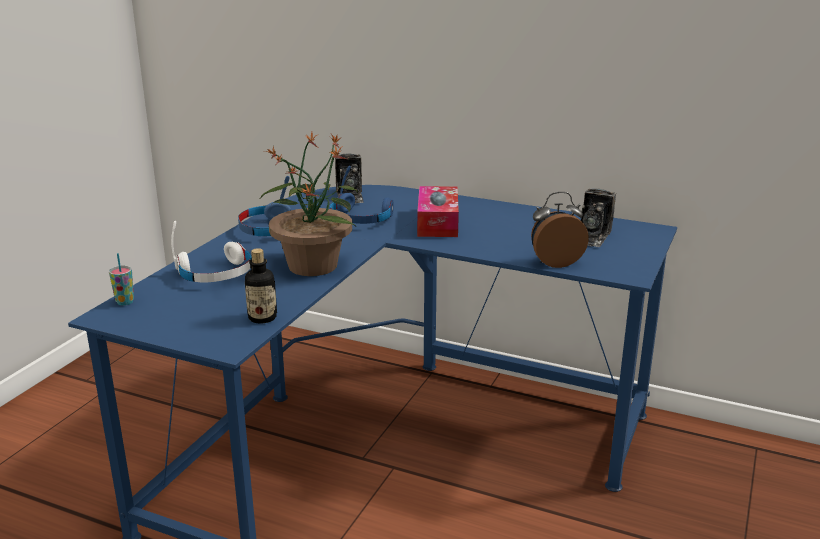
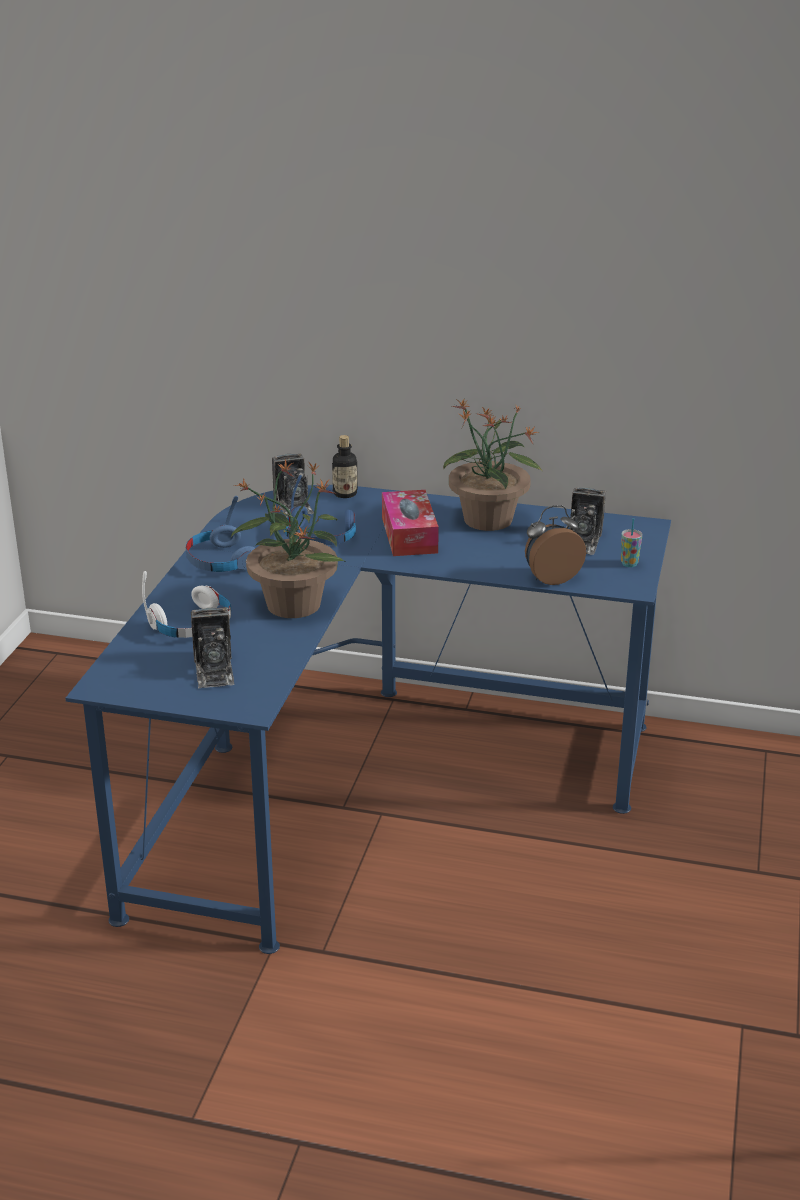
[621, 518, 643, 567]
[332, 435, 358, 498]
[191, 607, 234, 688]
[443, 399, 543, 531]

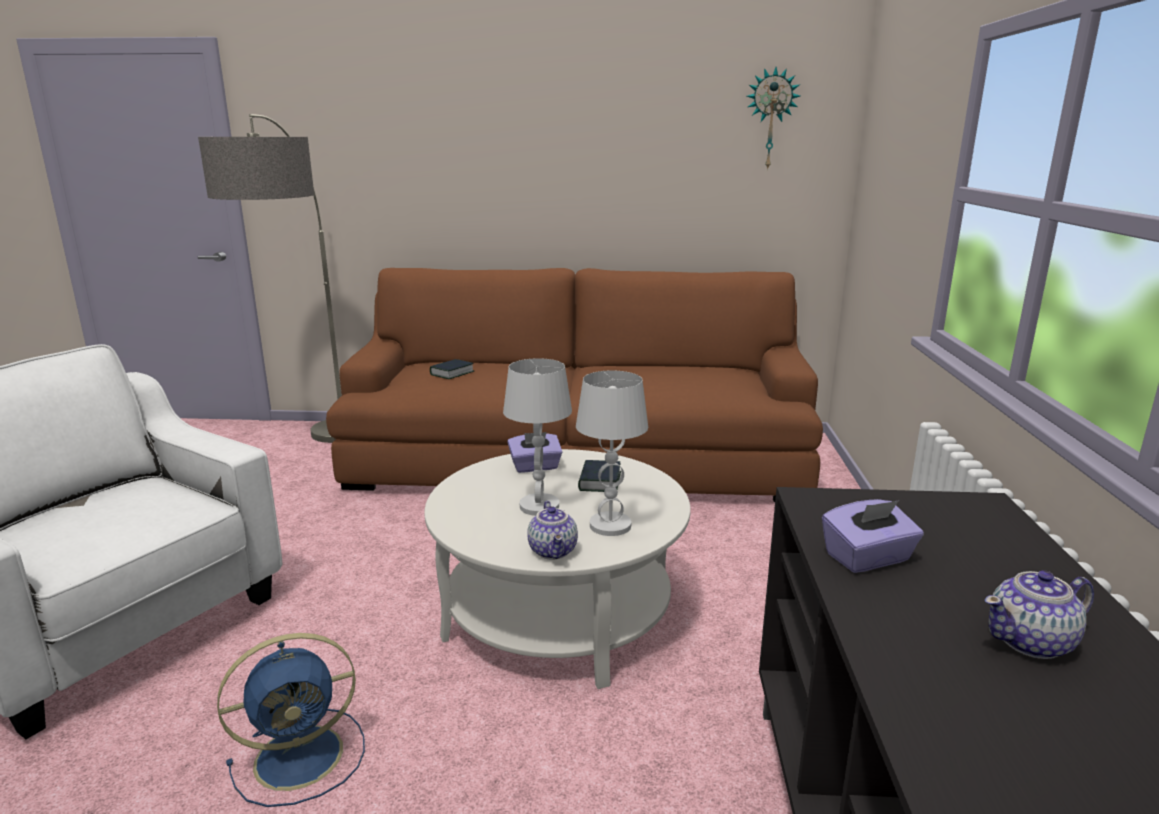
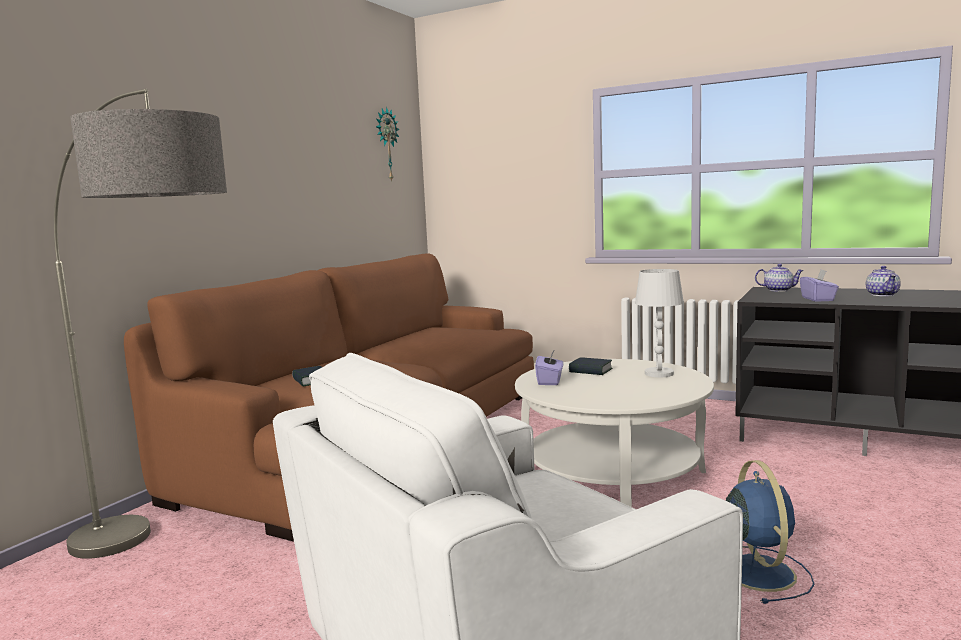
[503, 358, 572, 516] (first image)
[755, 264, 804, 292]

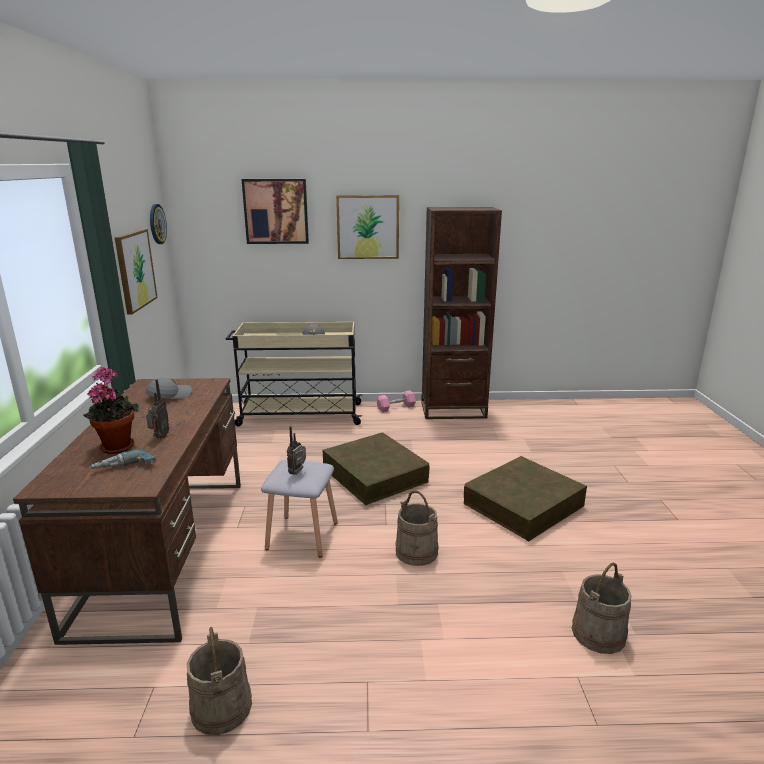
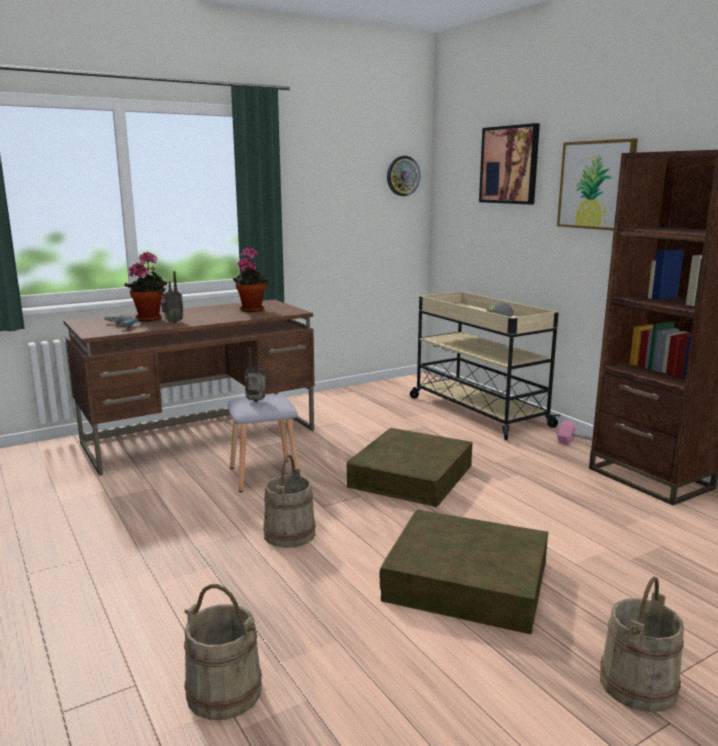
[115, 229, 158, 315] (first image)
[233, 247, 270, 312]
[600, 577, 684, 712]

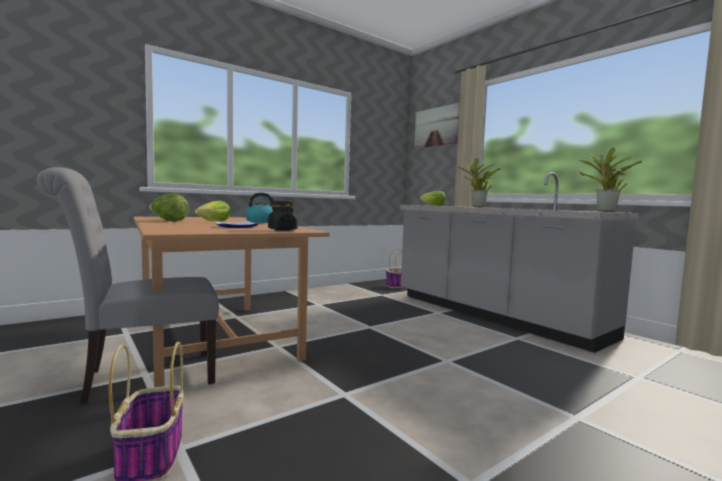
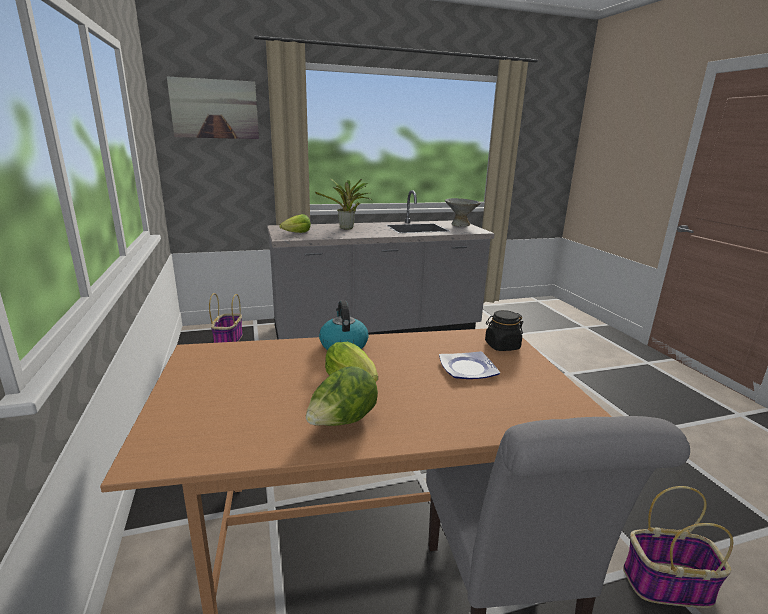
[445, 198, 481, 227]

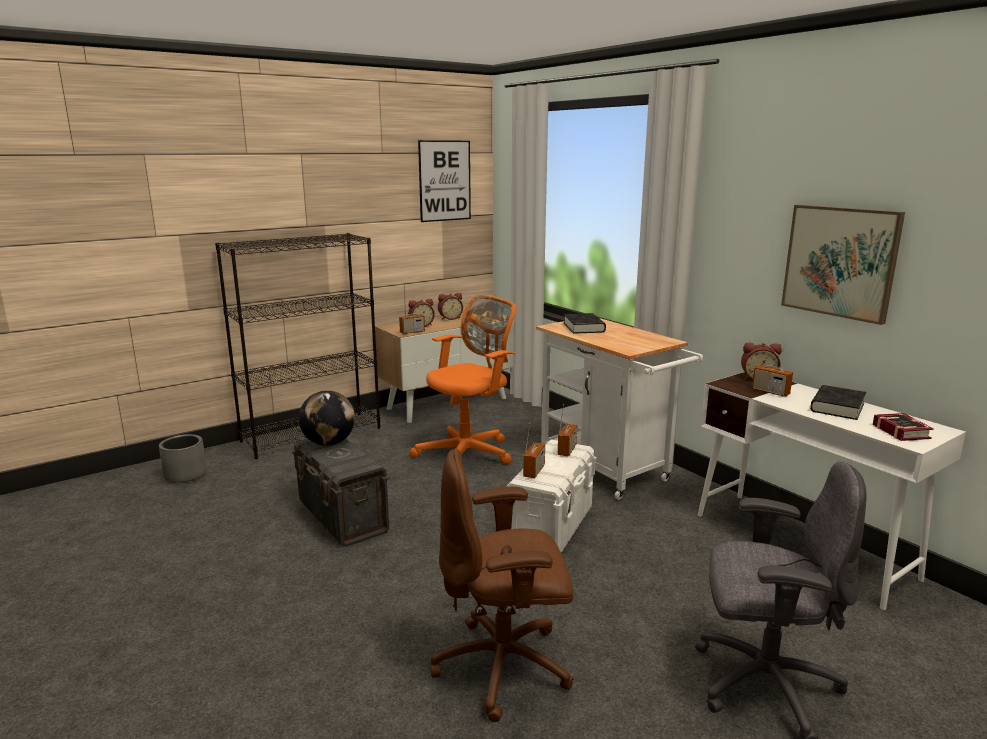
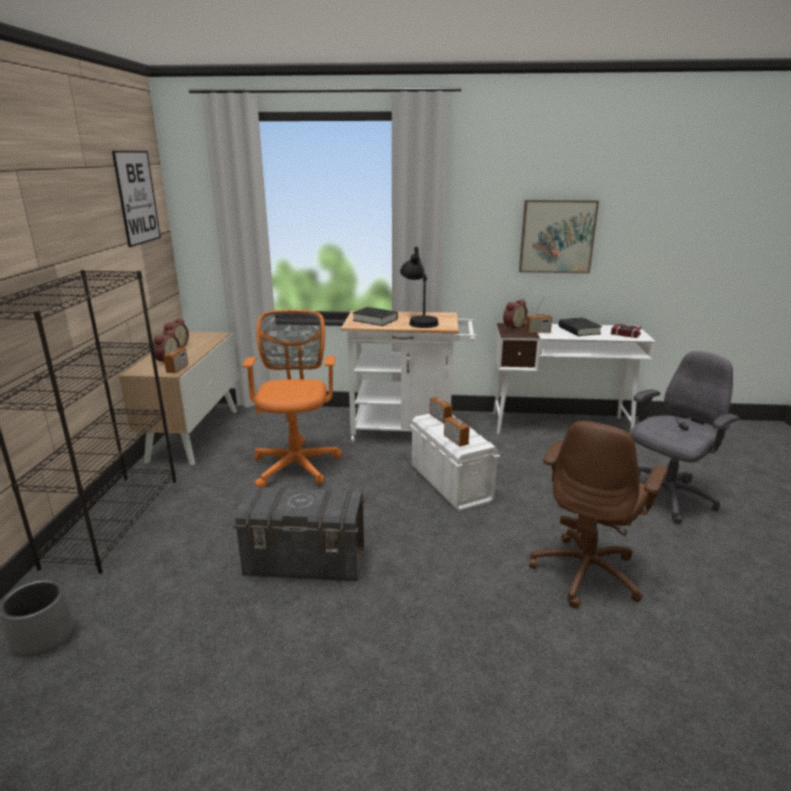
[299, 390, 355, 446] (first image)
[400, 247, 438, 328]

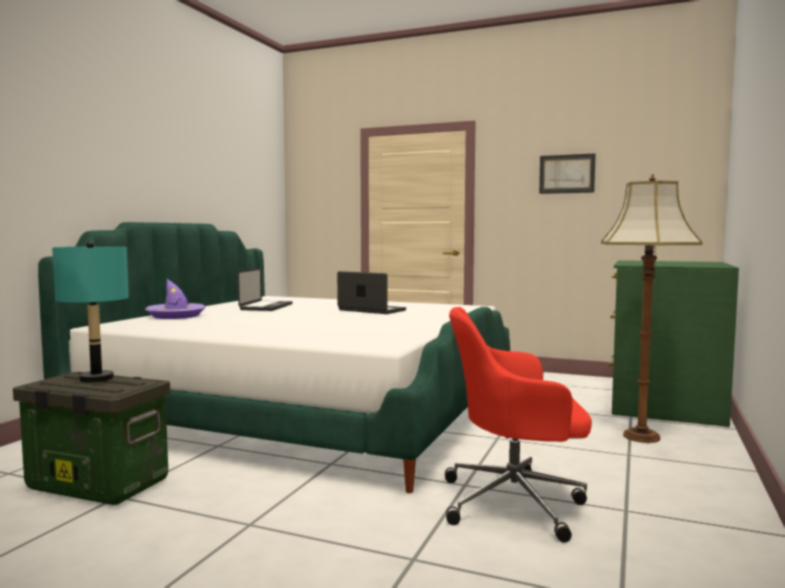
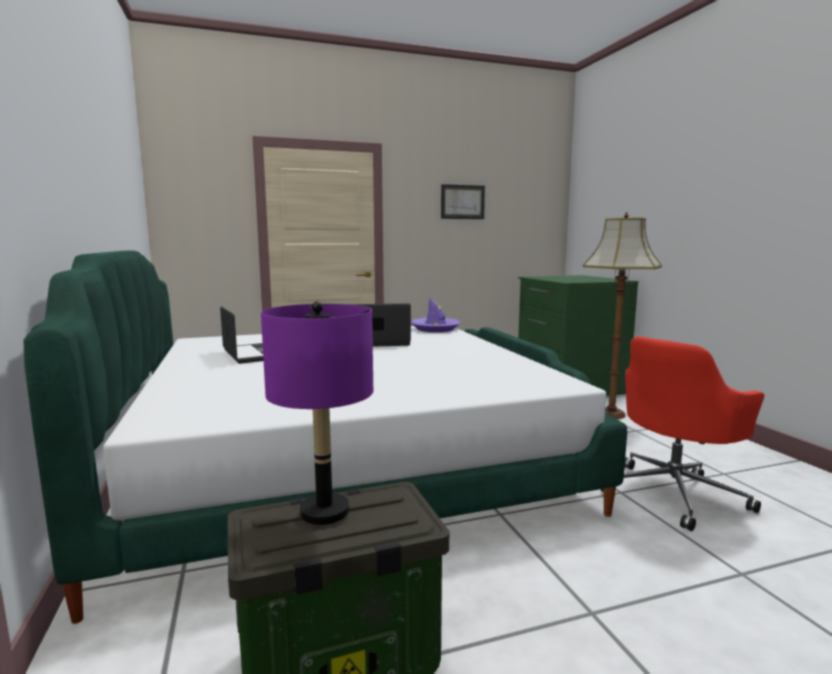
[261, 301, 373, 525]
[411, 298, 460, 332]

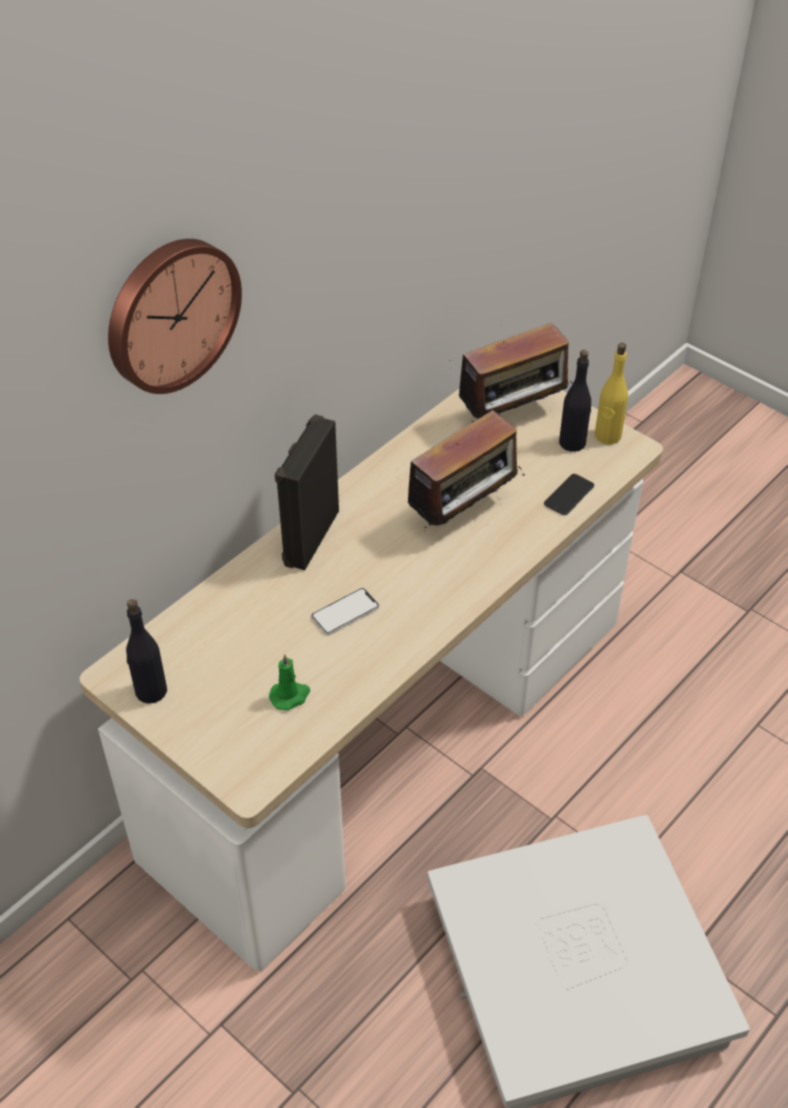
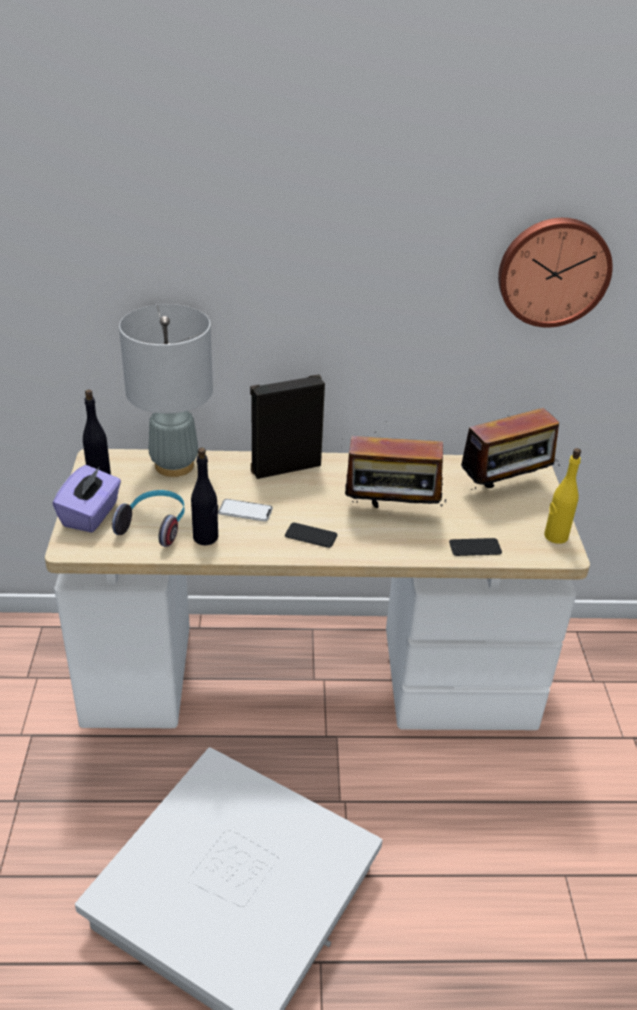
[498, 218, 613, 328]
[112, 490, 185, 547]
[456, 408, 560, 490]
[191, 447, 218, 545]
[53, 465, 121, 533]
[119, 304, 213, 477]
[285, 523, 337, 548]

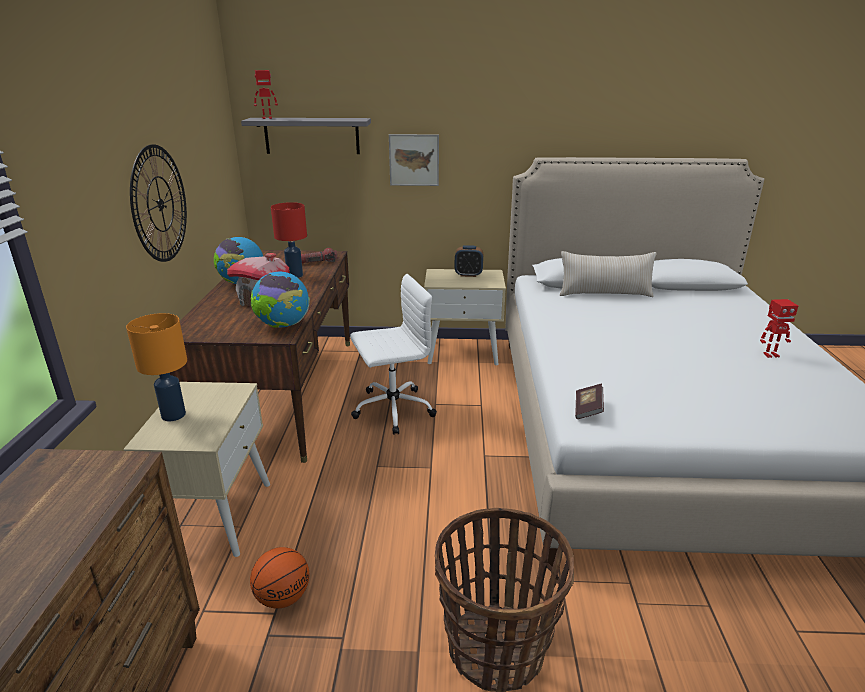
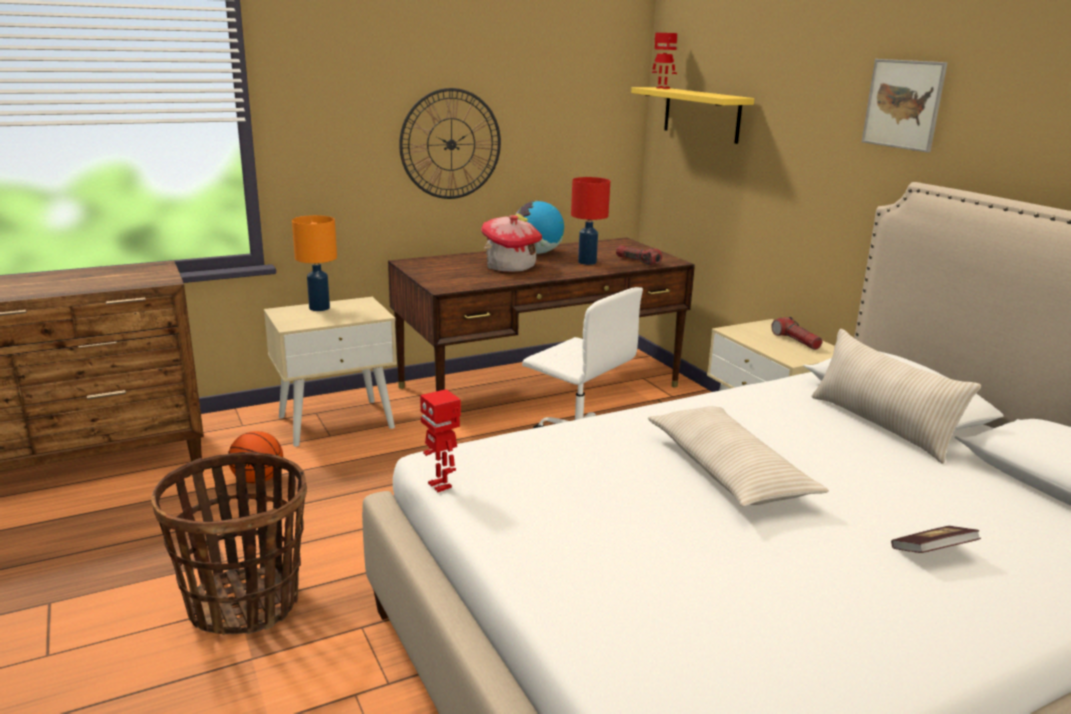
[631, 87, 754, 144]
[251, 271, 310, 328] (first image)
[862, 59, 948, 153]
[771, 317, 822, 350]
[891, 526, 981, 553]
[420, 389, 461, 492]
[648, 406, 829, 507]

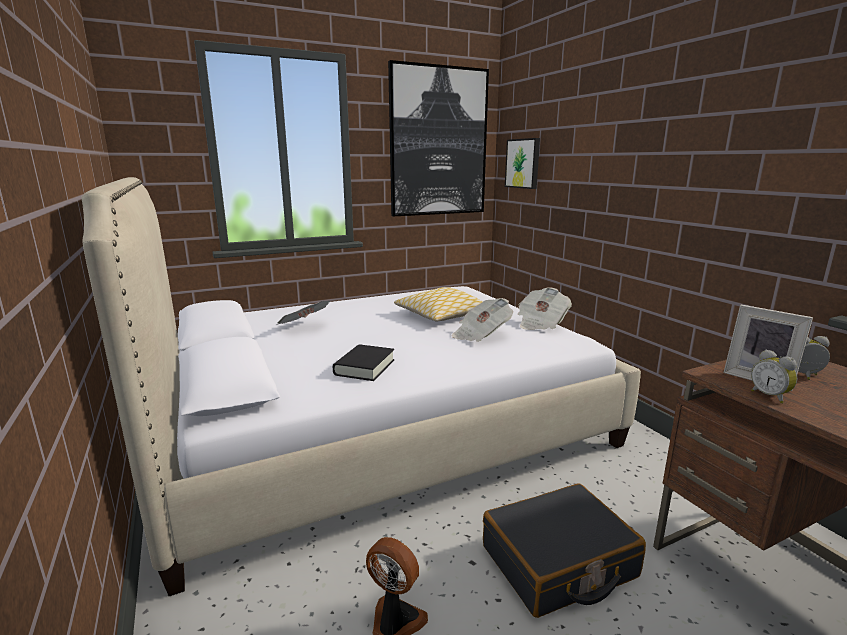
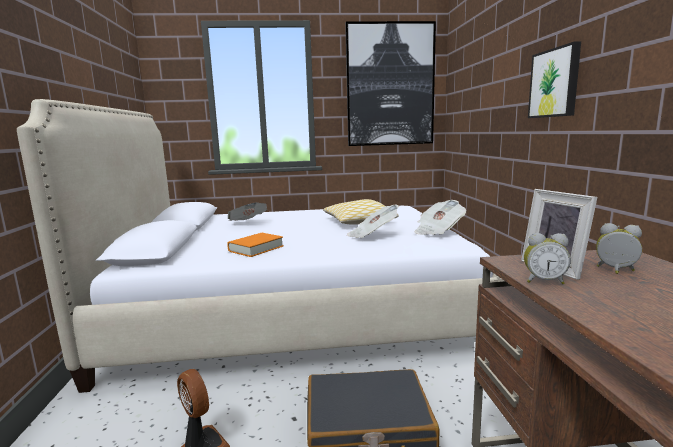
[227, 233, 284, 257]
[528, 41, 581, 118]
[524, 233, 571, 284]

